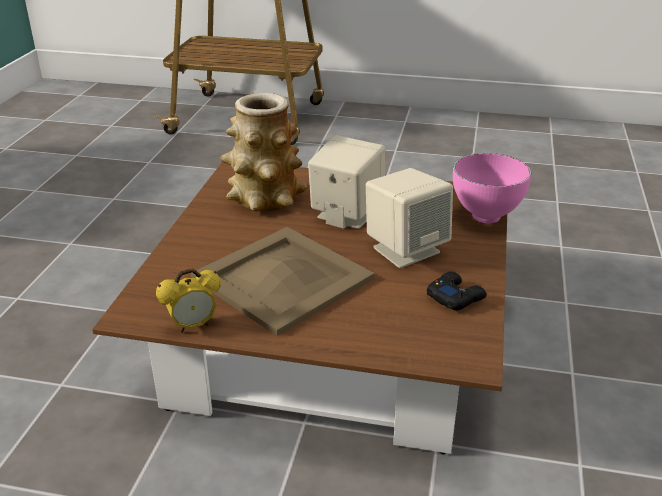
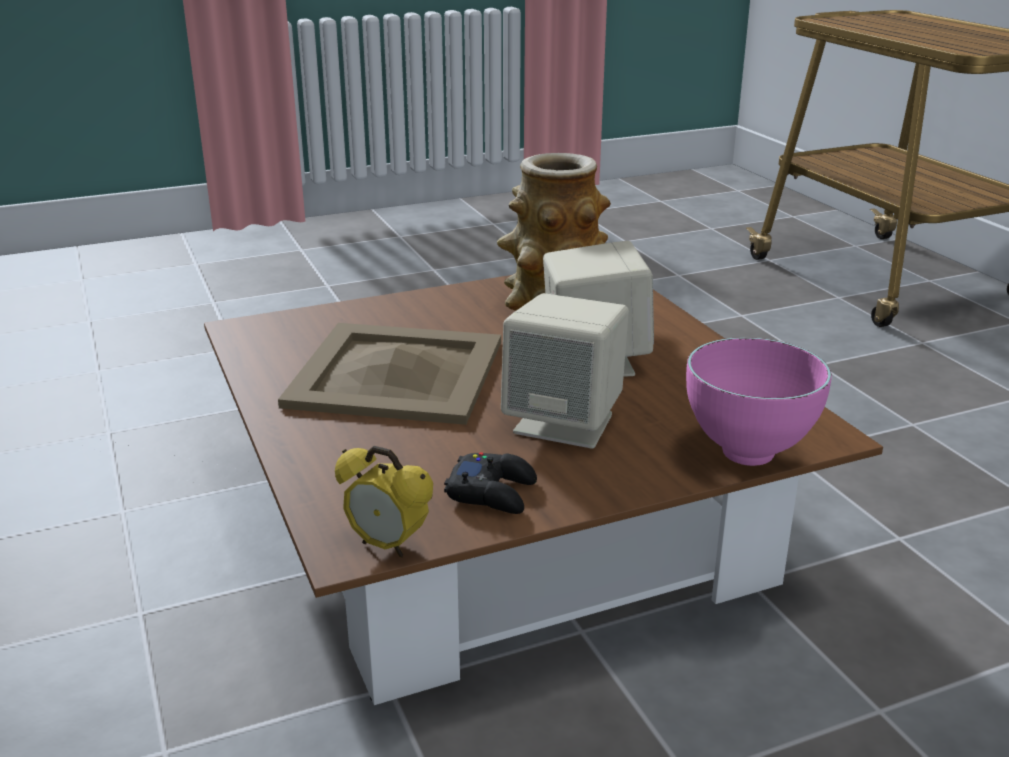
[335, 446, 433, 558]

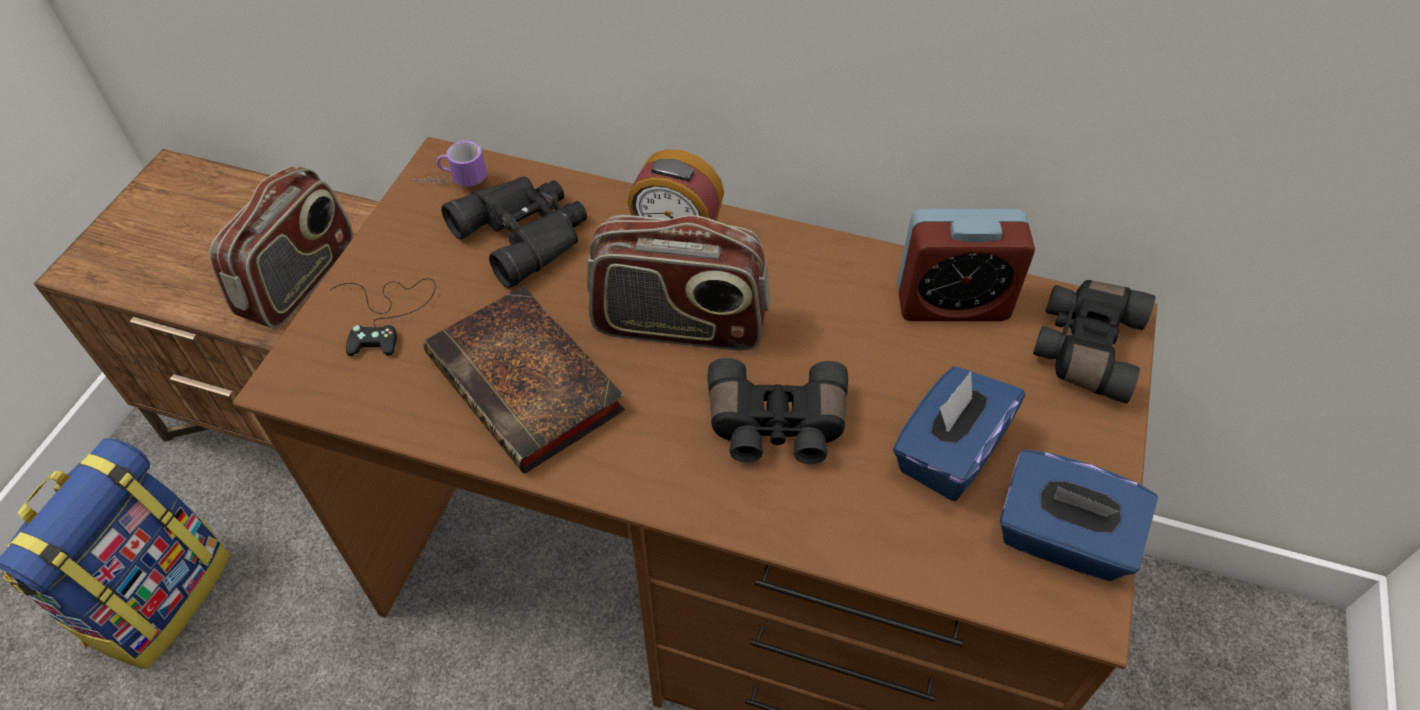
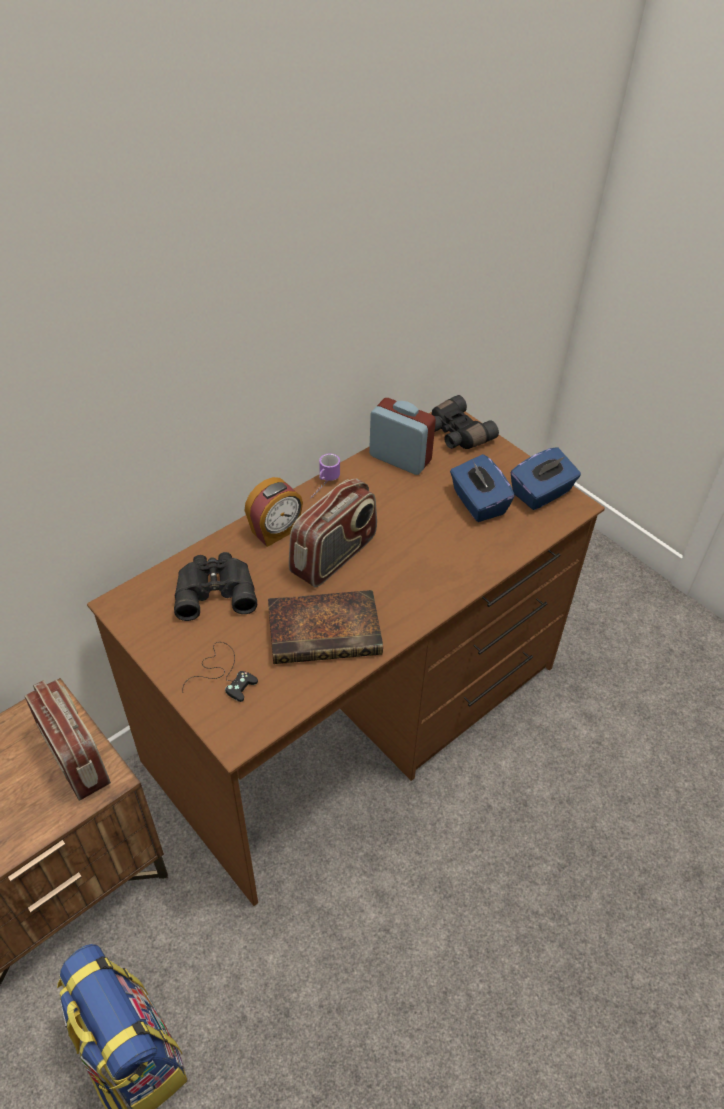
[311, 454, 340, 497]
[707, 358, 848, 464] (first image)
[369, 398, 436, 475]

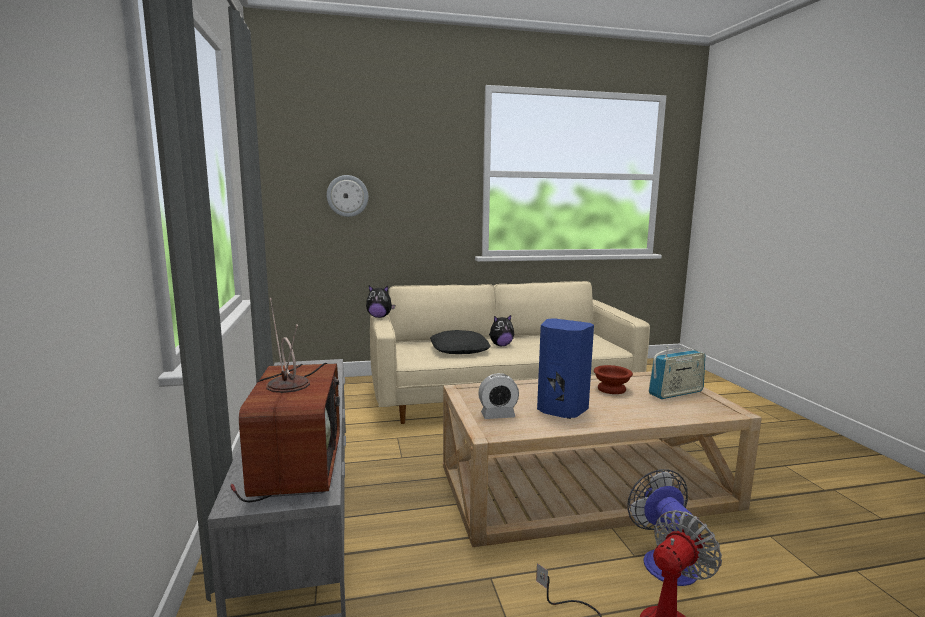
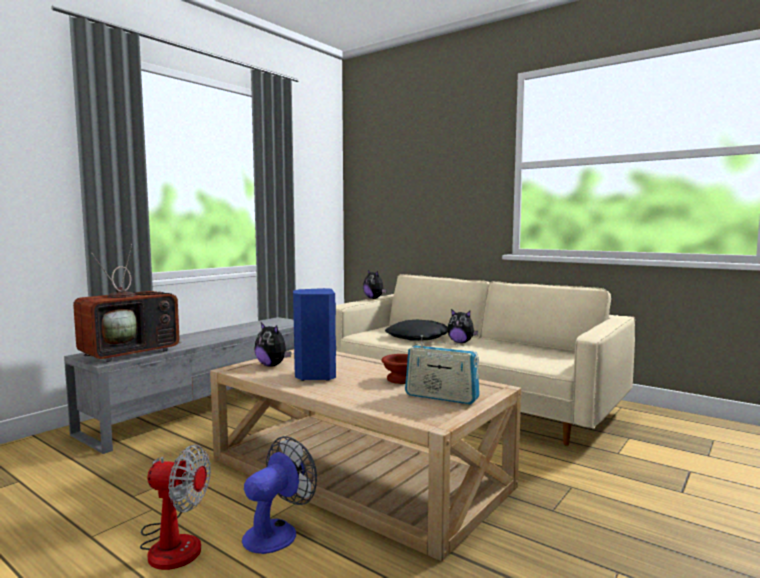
[327, 175, 368, 217] (first image)
[254, 322, 291, 367]

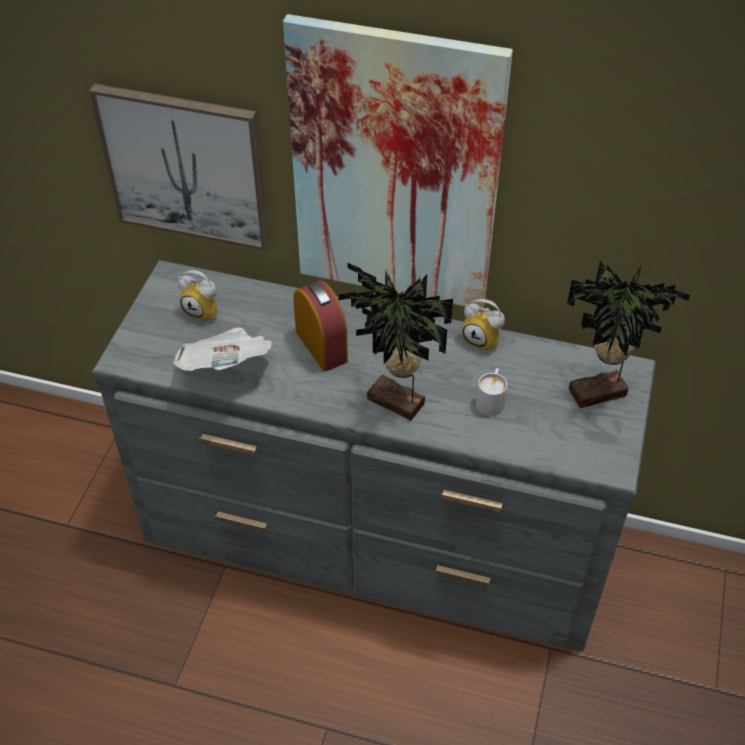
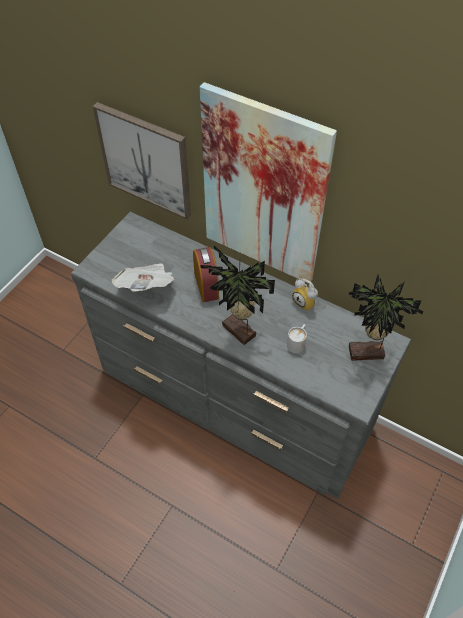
[178, 270, 218, 322] (first image)

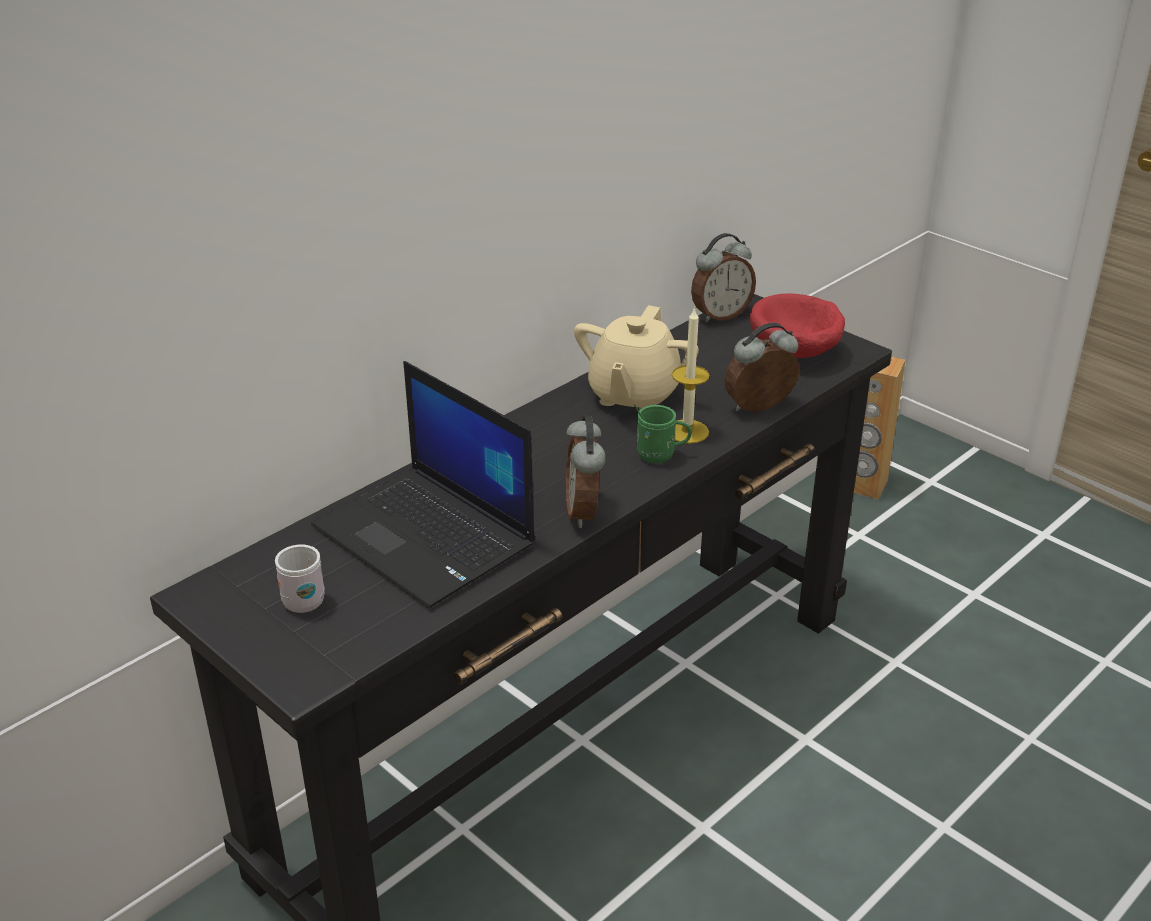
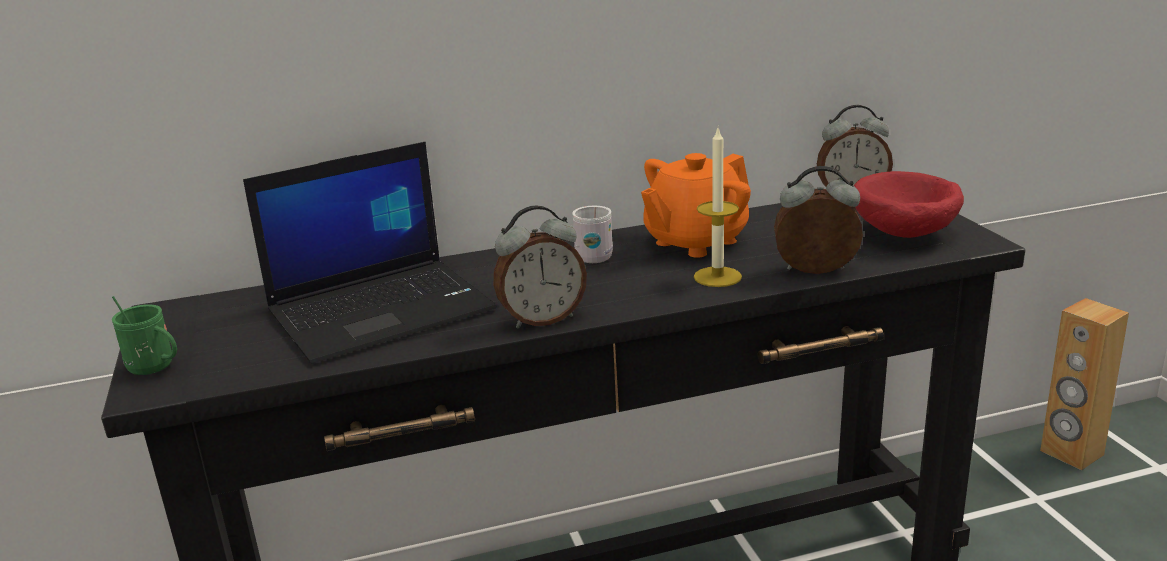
[572, 206, 613, 263]
[243, 142, 497, 364]
[493, 206, 587, 329]
[641, 153, 751, 258]
[112, 296, 177, 375]

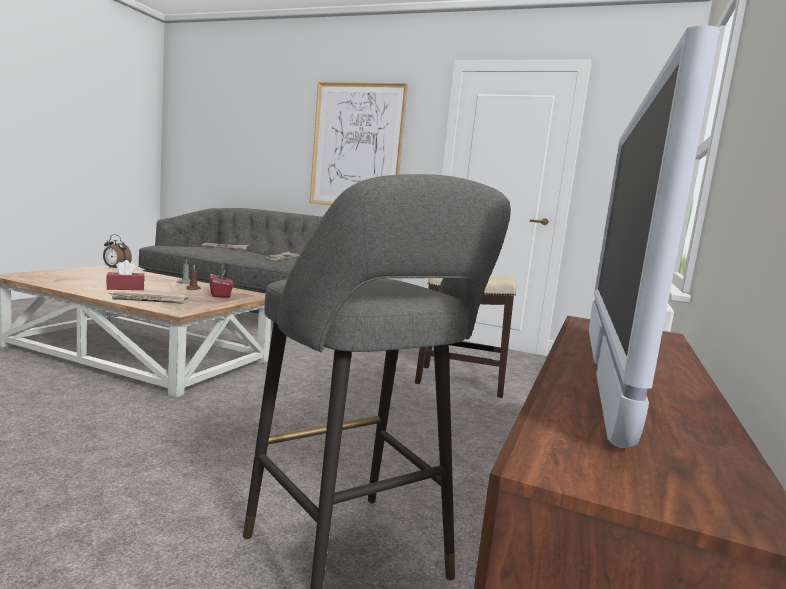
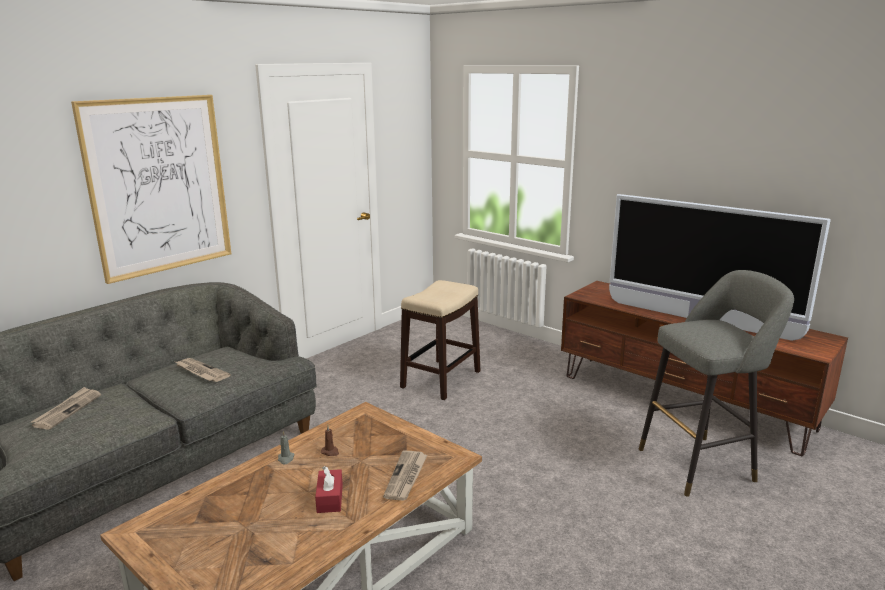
[103, 234, 132, 268] (first image)
[209, 269, 234, 297] (first image)

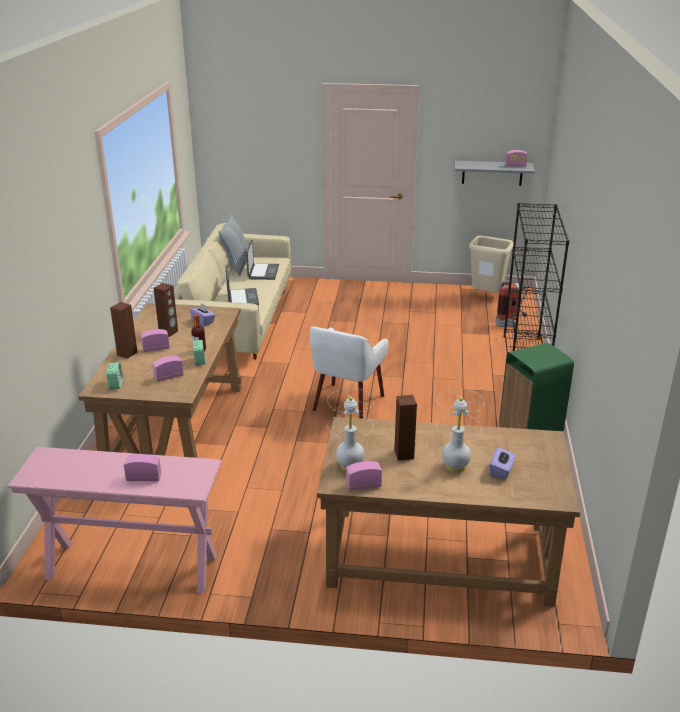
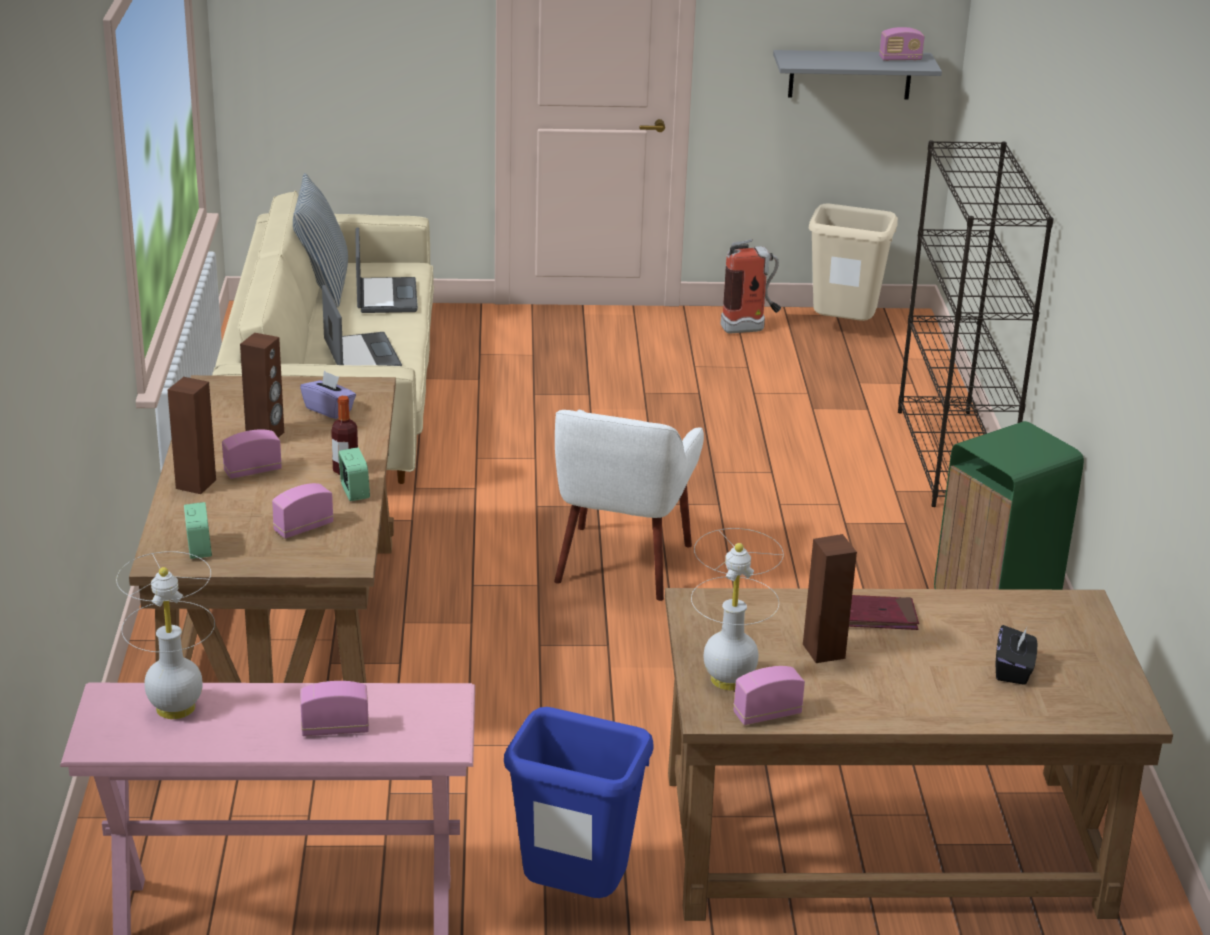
[116, 551, 215, 719]
[995, 625, 1037, 685]
[721, 239, 781, 333]
[504, 707, 654, 898]
[849, 595, 919, 630]

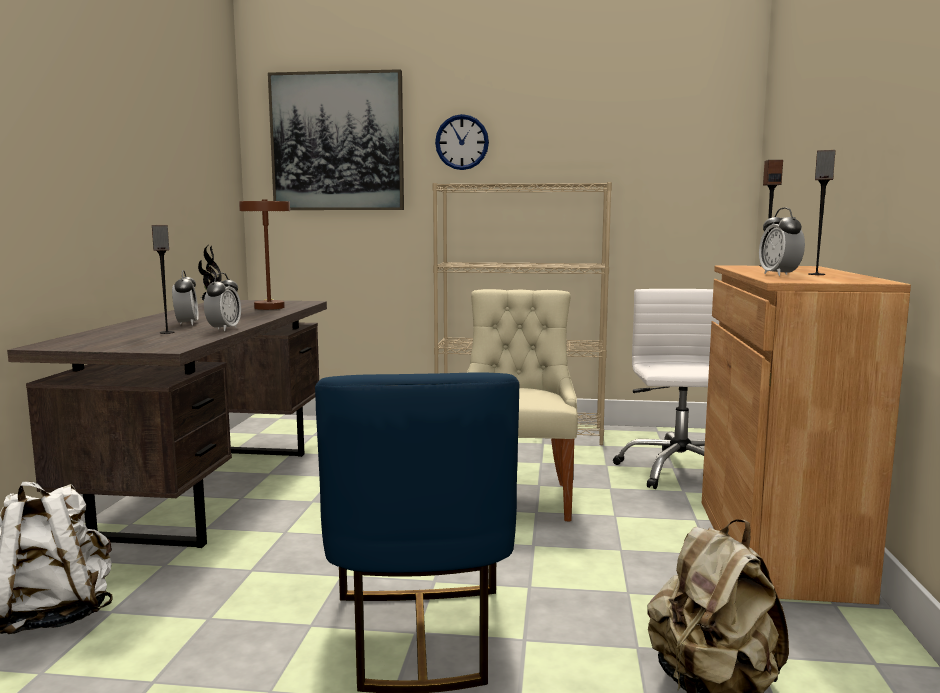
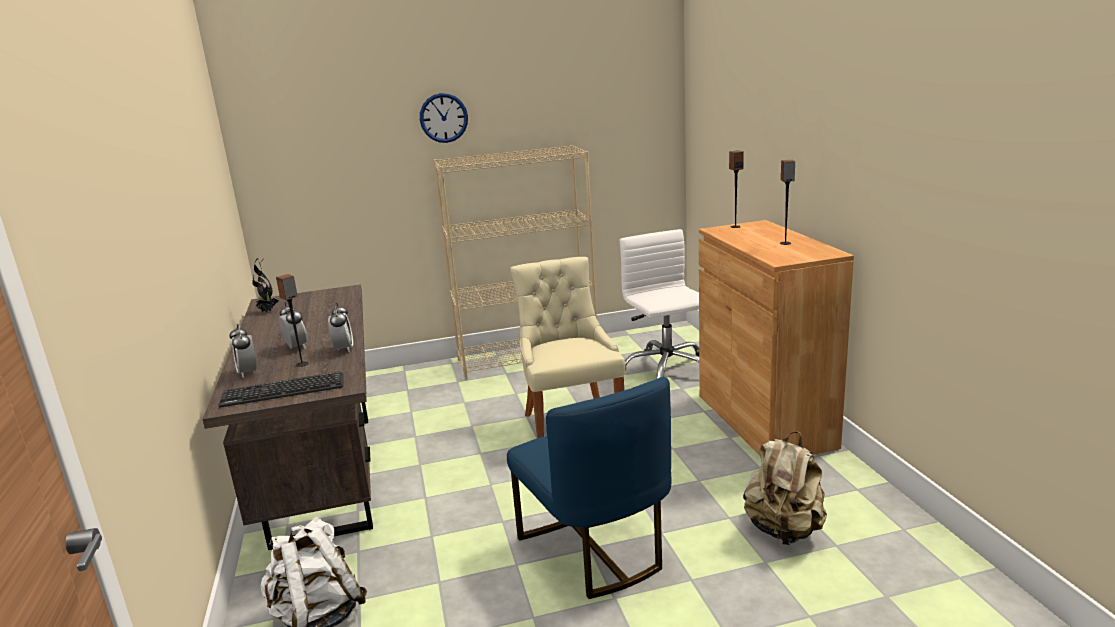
[239, 199, 290, 310] (first image)
[268, 69, 404, 210] (first image)
[229, 324, 257, 378]
[218, 371, 344, 408]

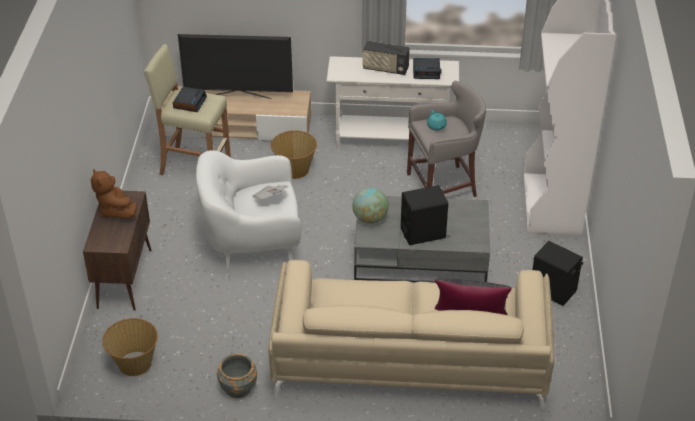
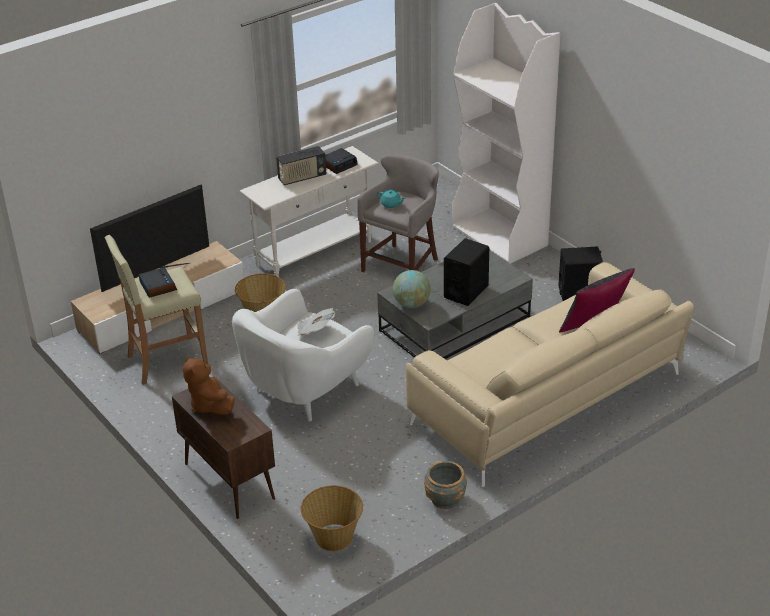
[183, 355, 235, 415]

